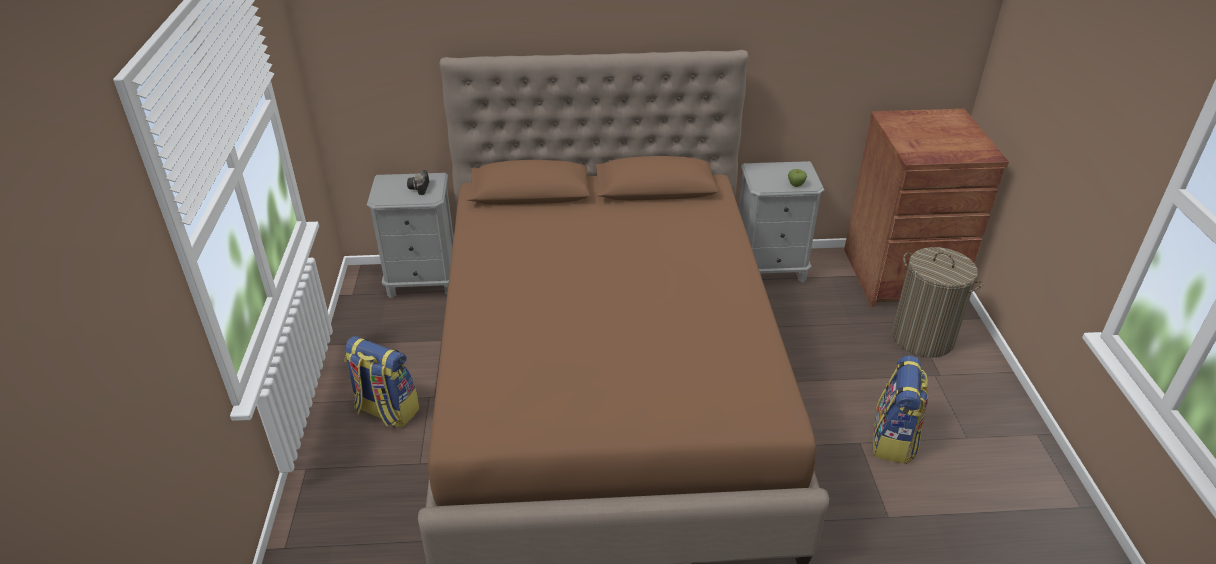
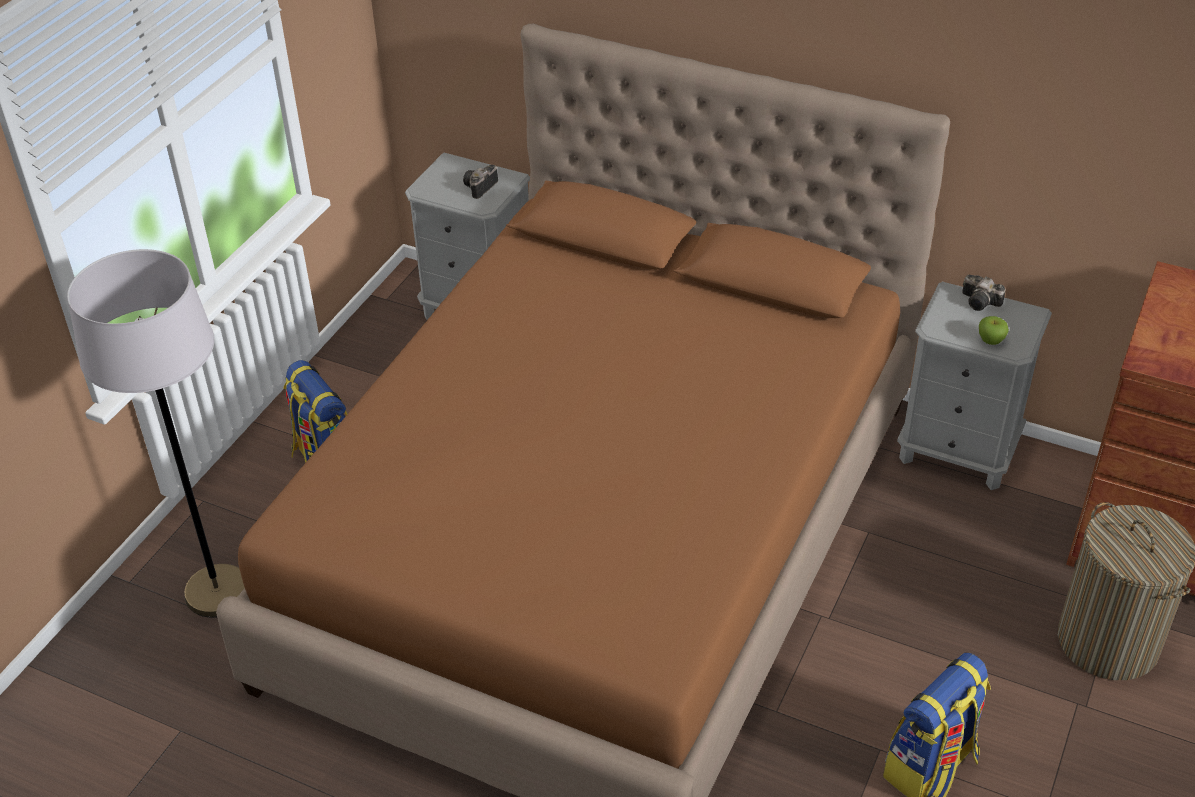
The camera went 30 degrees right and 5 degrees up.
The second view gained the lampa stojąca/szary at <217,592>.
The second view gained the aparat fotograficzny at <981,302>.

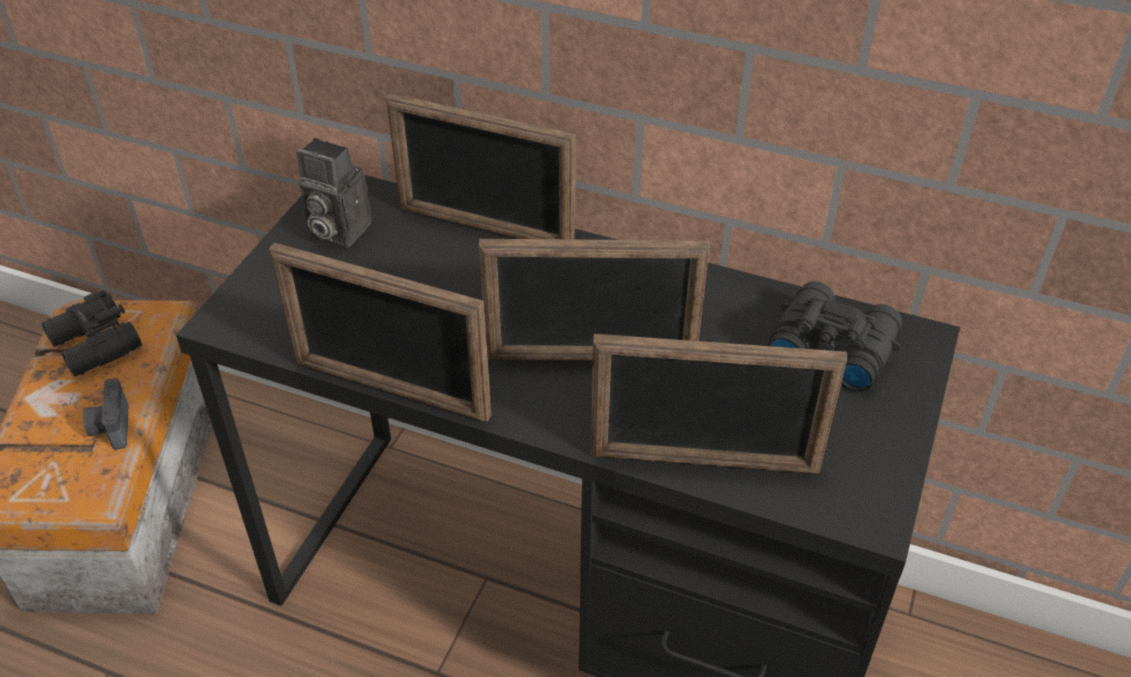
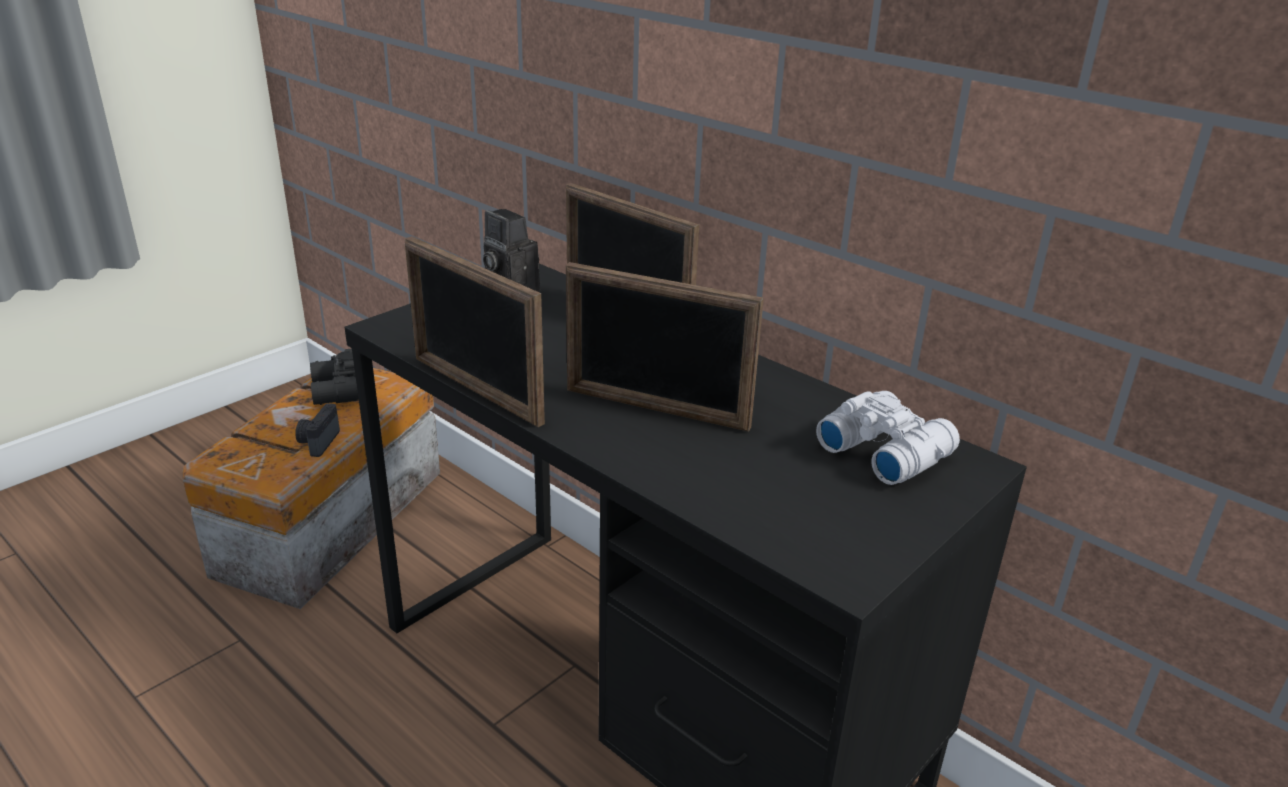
The camera went 20 degrees right and 15 degrees down.
What was the lornetka/czarny at <830,346> turned into the lornetka/biały at <884,450>.
The second view lost the ramka na zdjęcie at <704,462>.

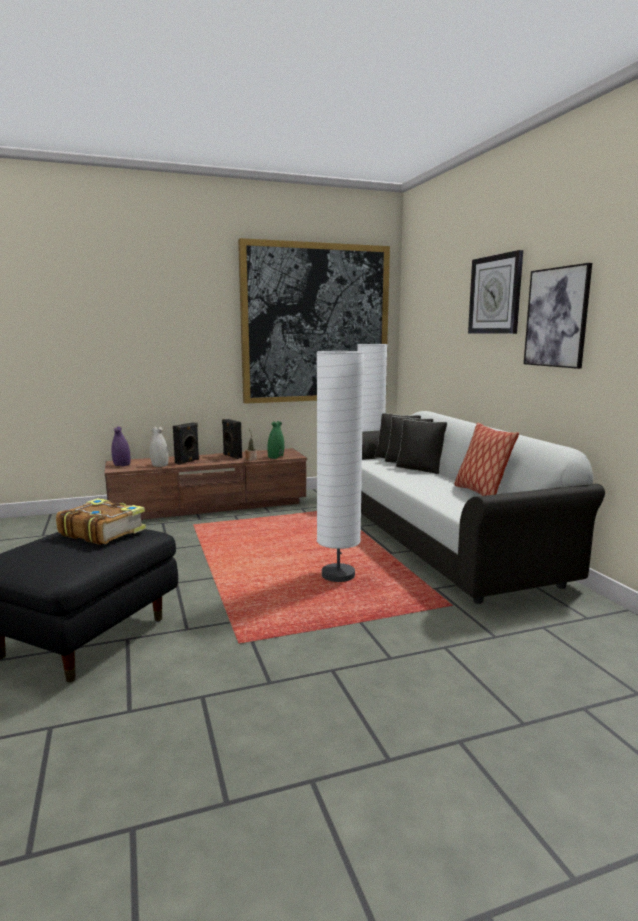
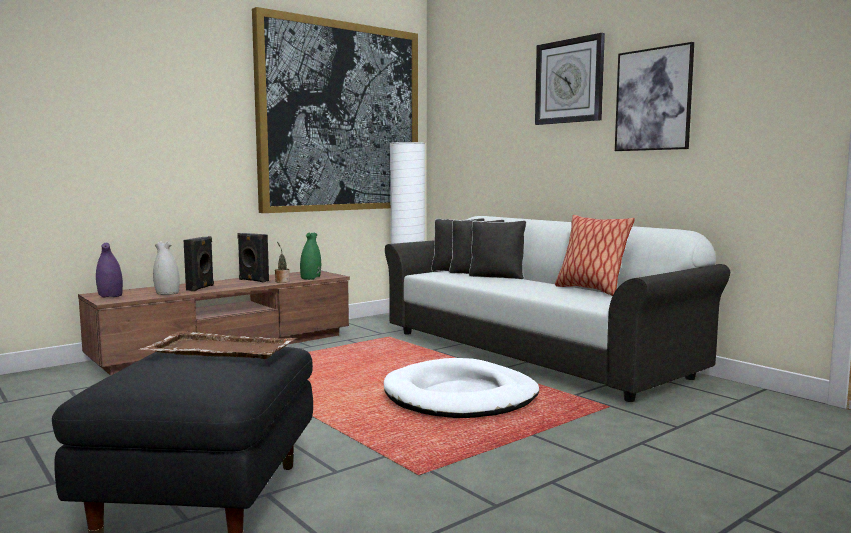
The camera went 20 degrees left and 5 degrees down.
Where the książka stood at <102,532>, the taca/brązowy came to stand at <220,350>.
Where the lampa stojąca/biały stood at <338,575>, the legowisko/biały came to stand at <461,396>.

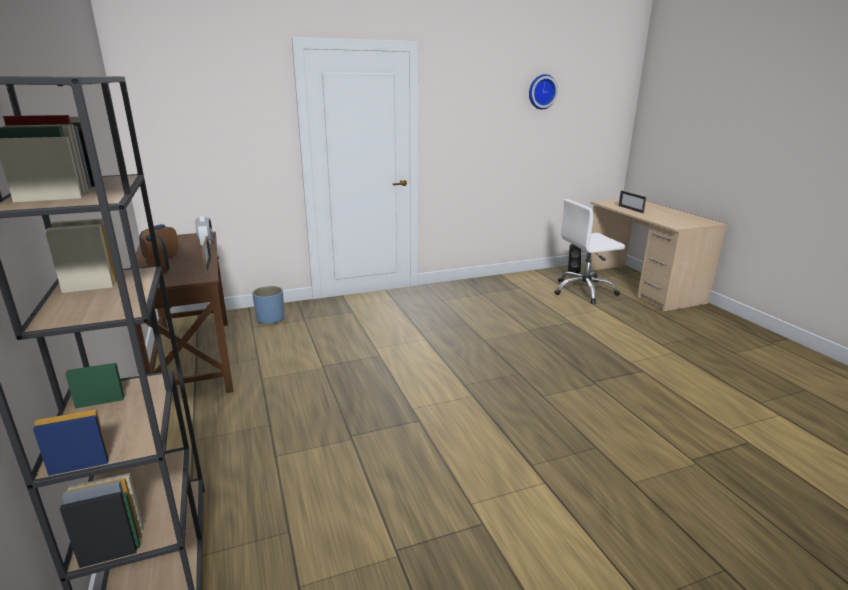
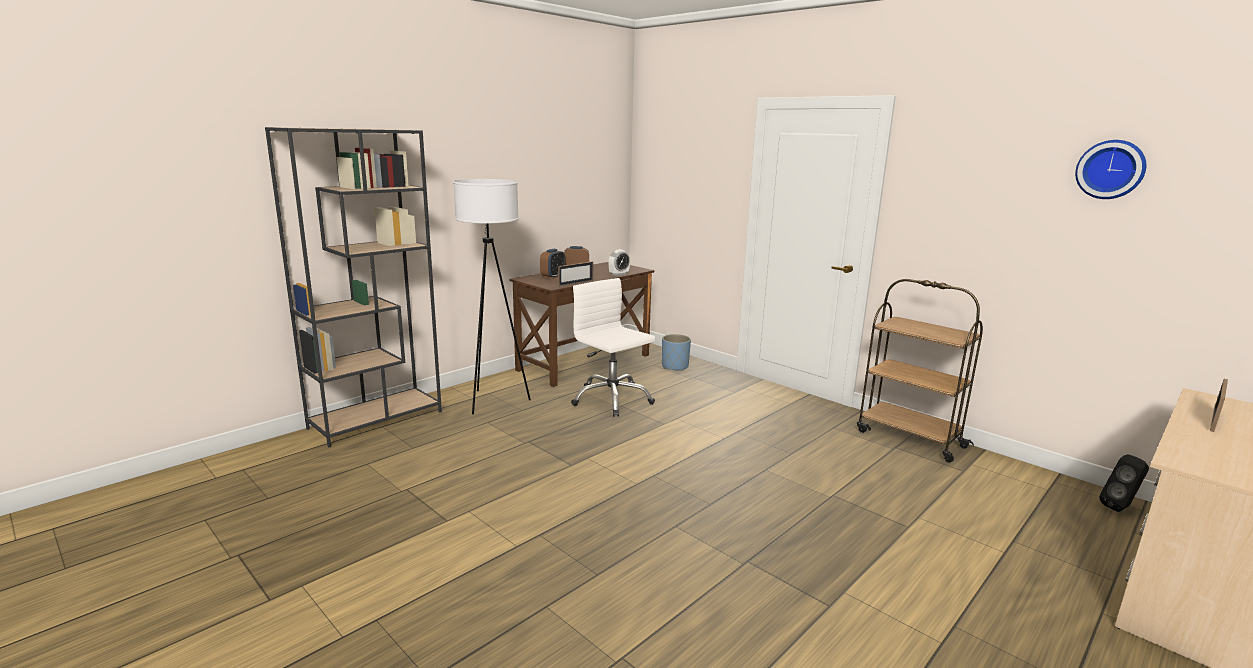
The camera went 65 degrees right and 5 degrees down.
The second view gained the lampa stojąca/biały at <494,401>.
The krzesło biurowe/biały ended up elsewhere, having gone from <584,291> to <611,399>.
The second view gained the wózek/brązowy at <909,438>.

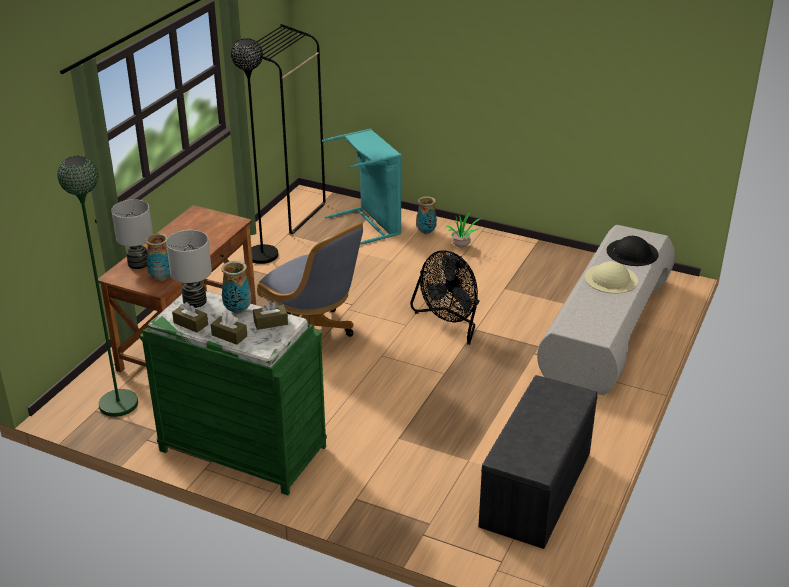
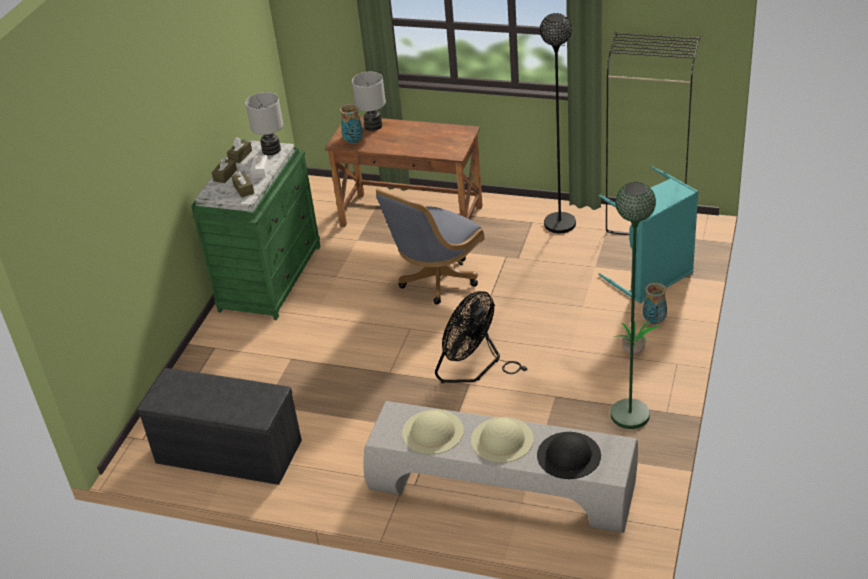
The camera went 85 degrees right and 5 degrees up.
Where the wazon stood at <237,310>, the pudełko chusteczek/biały came to stand at <260,171>.
The second view gained the kapelusz/beżowy at <432,431>.
The lampa stojąca/zielony ended up elsewhere, having gone from <118,404> to <630,415>.

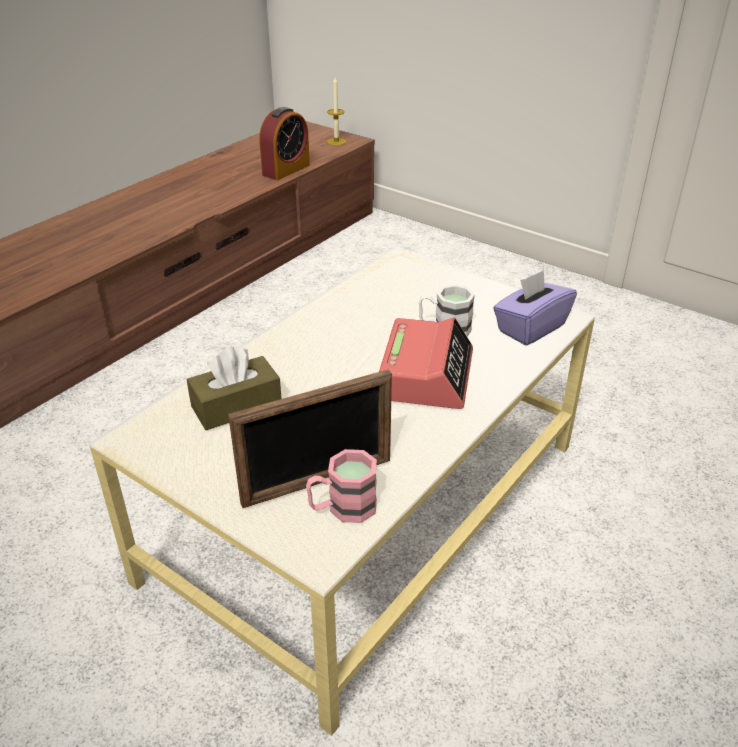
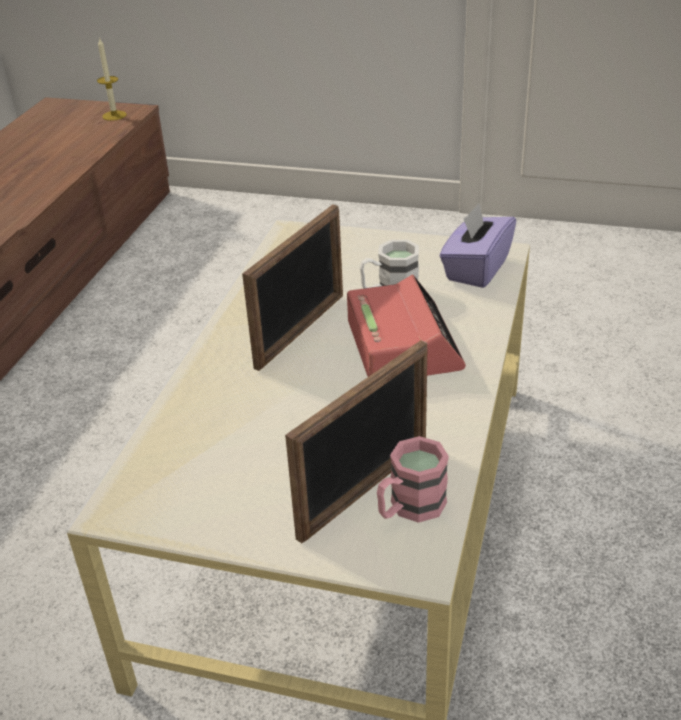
The camera went 20 degrees left and 0 degrees up.
The second view gained the ramka na zdjęcie at <301,331>.
The second view lost the pudełko chusteczek/brązowy at <236,406>.
The second view lost the budzik at <286,170>.

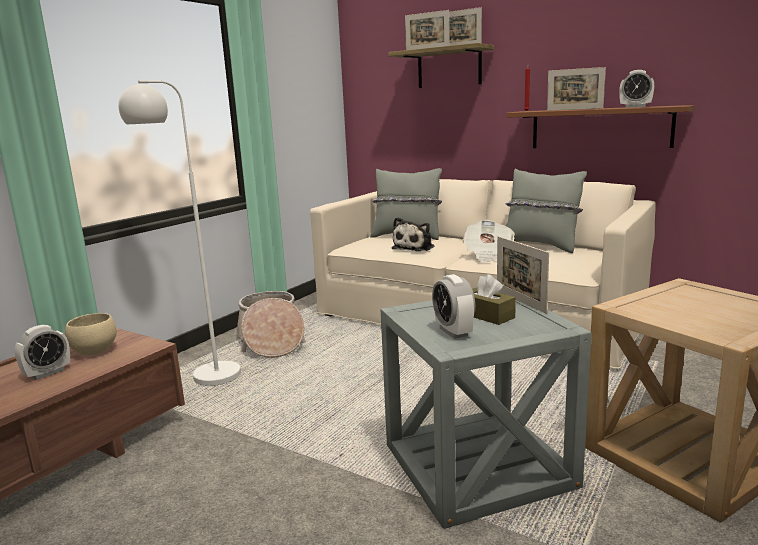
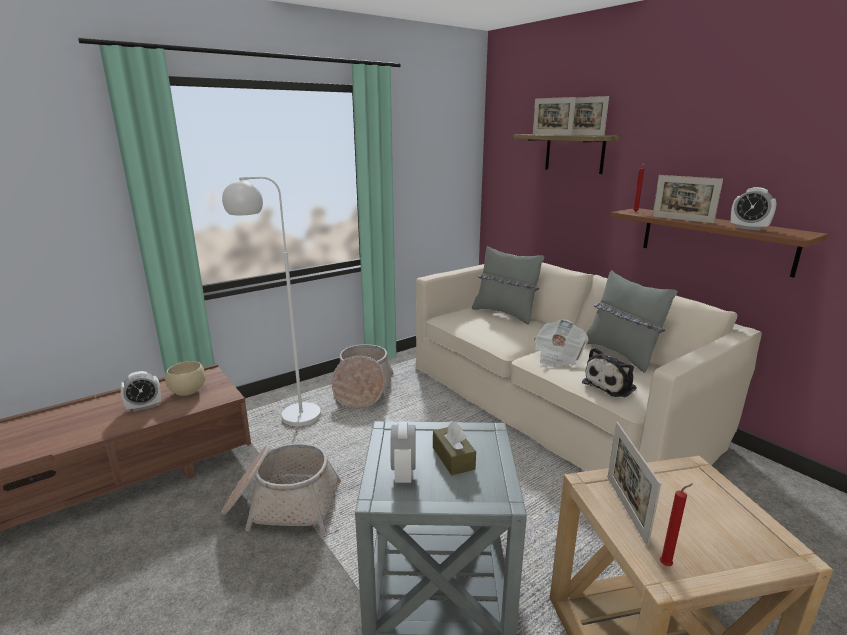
The camera went 20 degrees right and 5 degrees up.
The second view gained the koszyk at <282,504>.
The pluszak ended up elsewhere, having gone from <415,247> to <611,385>.
The ramka na zdjęcie ended up elsewhere, having gone from <520,301> to <626,508>.
The second view gained the świeca/czerwony at <667,565>.

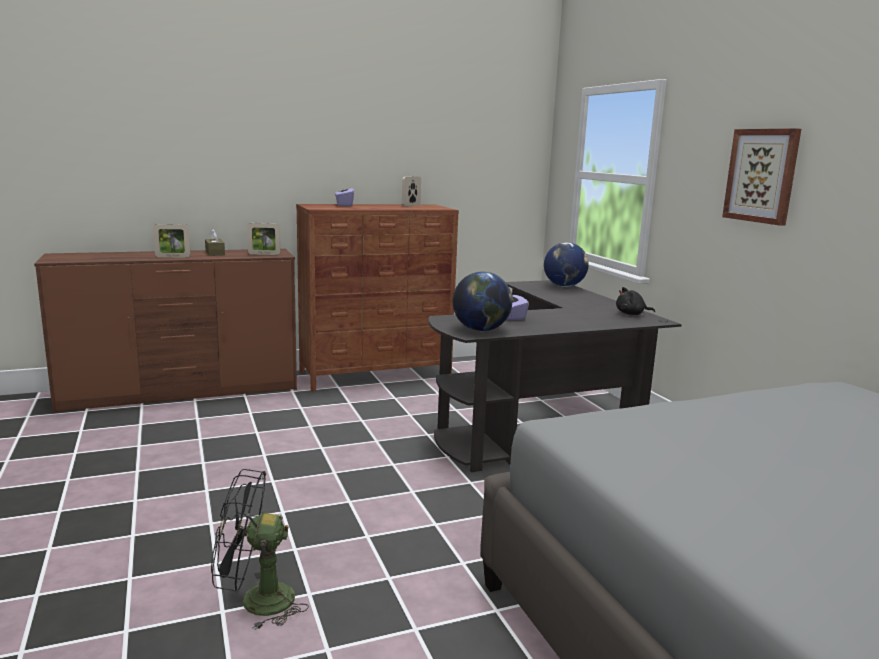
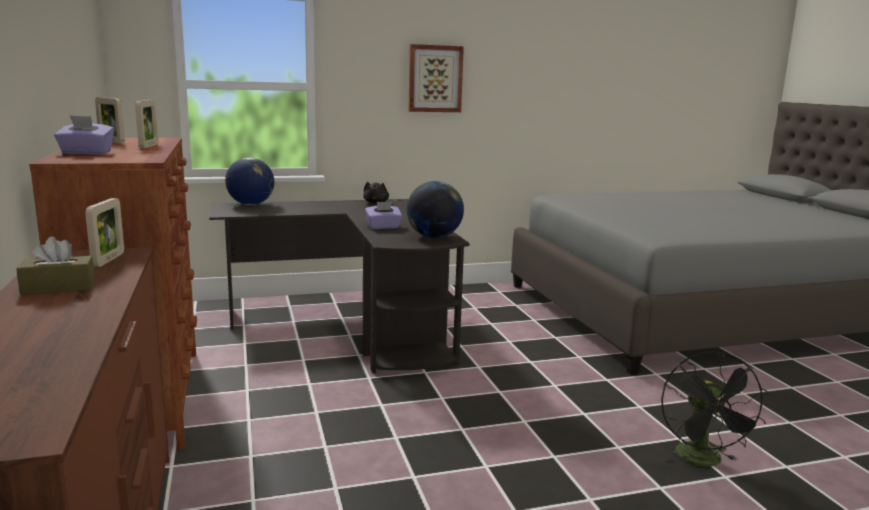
The camera went 85 degrees left and 0 degrees up.
The ramka na zdjęcie ended up elsewhere, having gone from <172,257> to <148,146>.

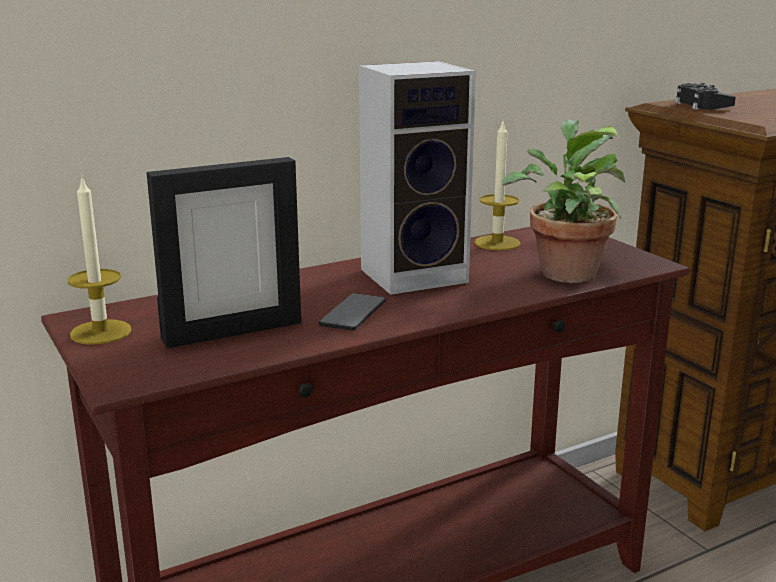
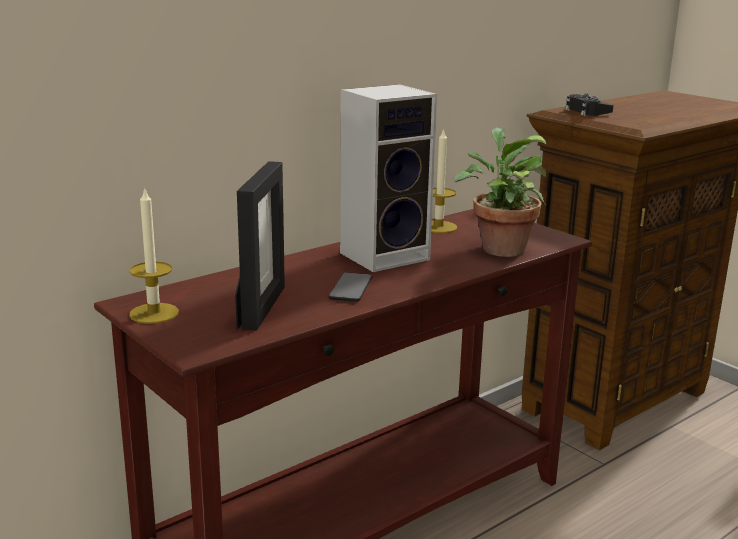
The camera went 10 degrees left and 0 degrees up.
The ramka na zdjęcie at <232,331> ended up facing another way, 45 degrees counterclockwise from before.

